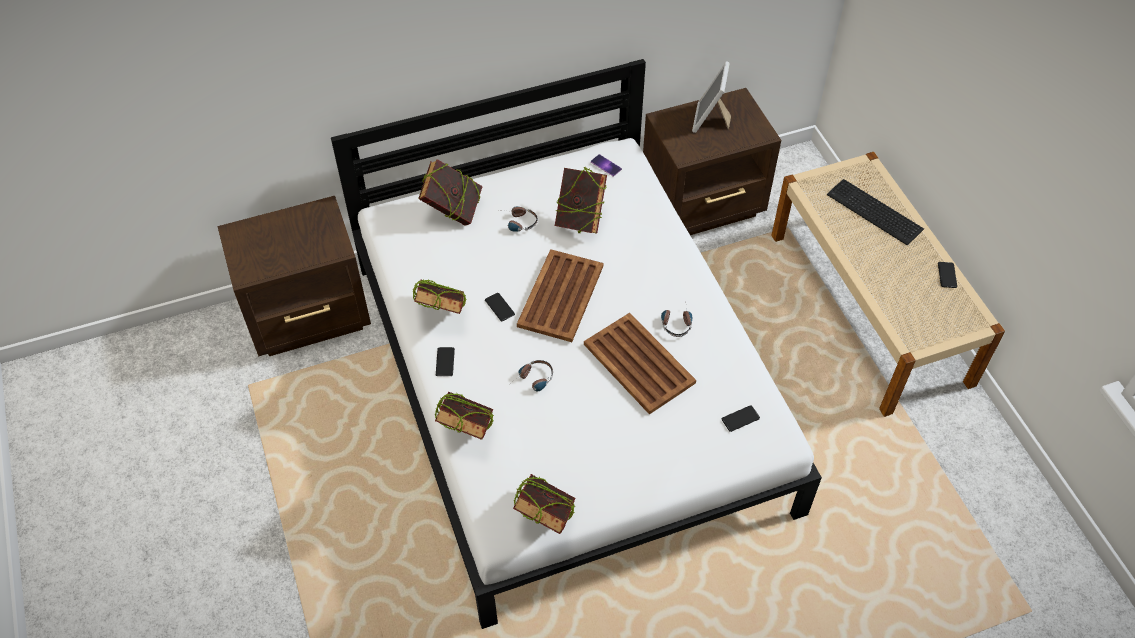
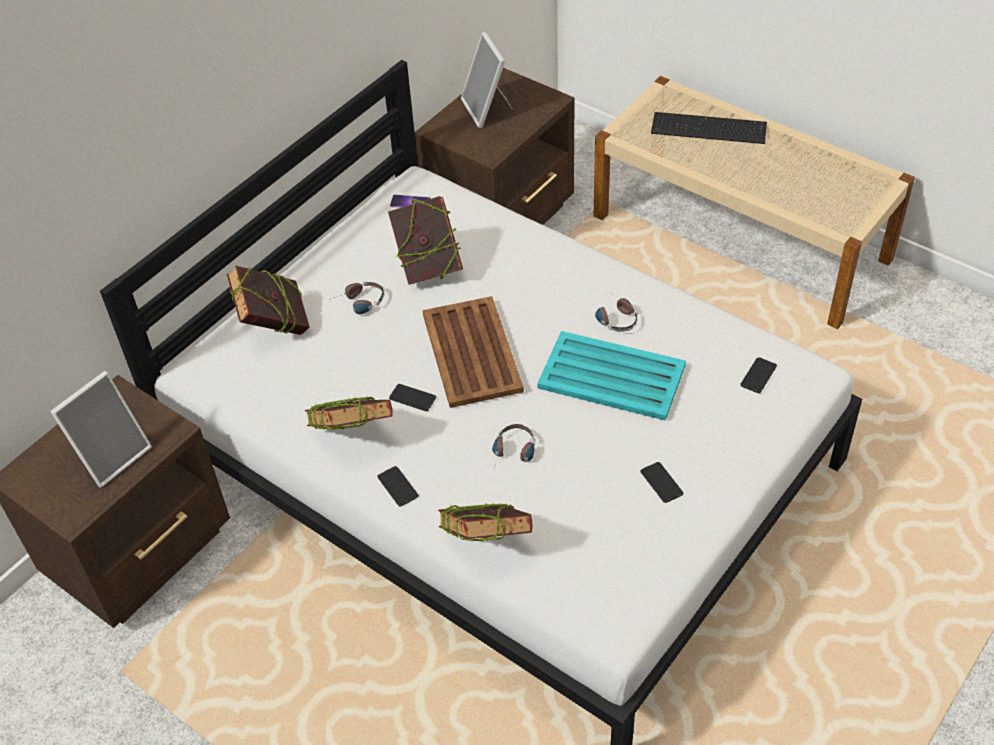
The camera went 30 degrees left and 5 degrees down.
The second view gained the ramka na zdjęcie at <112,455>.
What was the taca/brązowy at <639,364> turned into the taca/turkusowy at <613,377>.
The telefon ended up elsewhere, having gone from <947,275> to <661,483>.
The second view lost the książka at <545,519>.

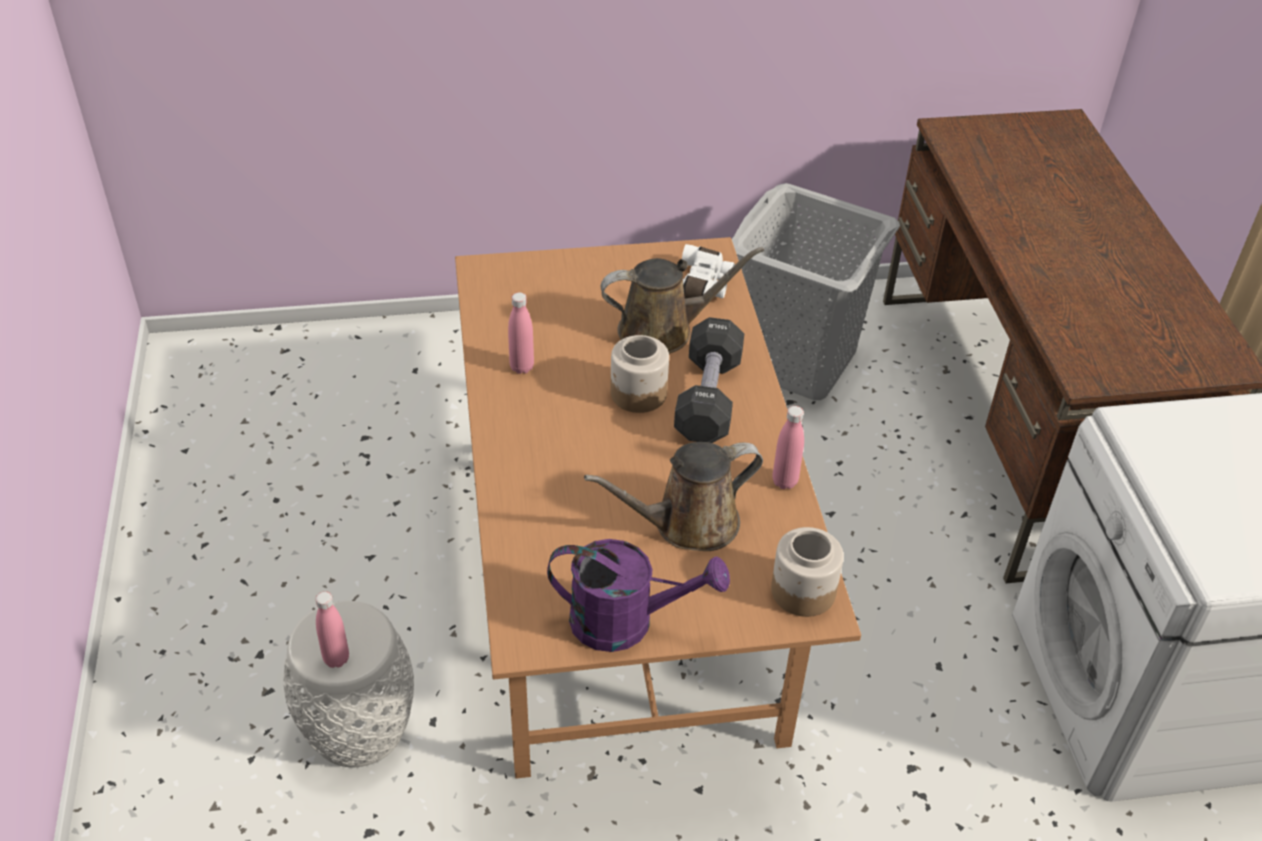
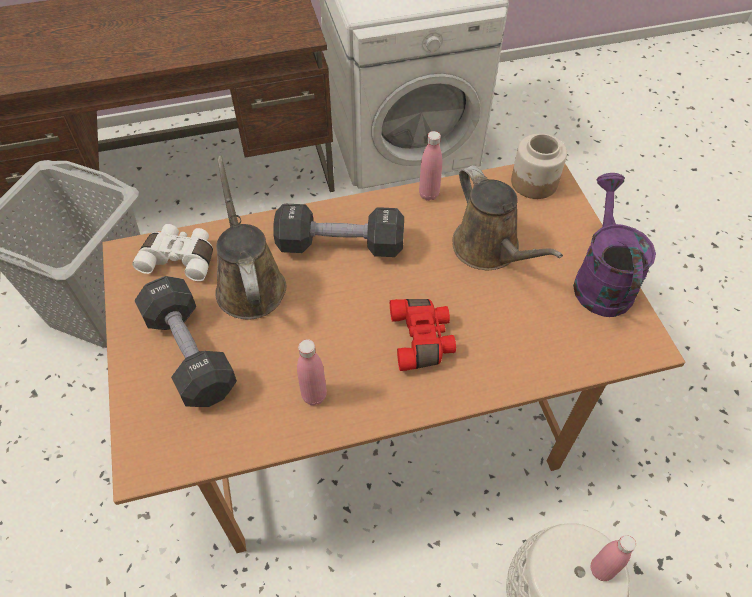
The camera went 95 degrees left and 10 degrees up.
The second view gained the hantel/czarny at <190,353>.
The second view gained the lornetka/czerwony at <422,339>.
The second view lost the słoik at <638,394>.

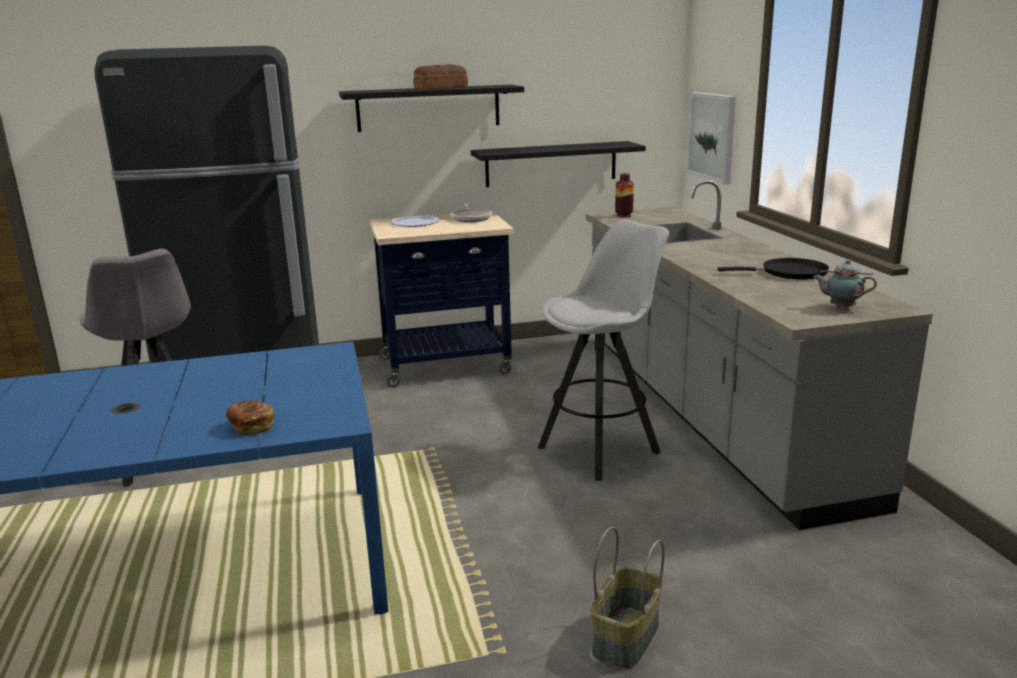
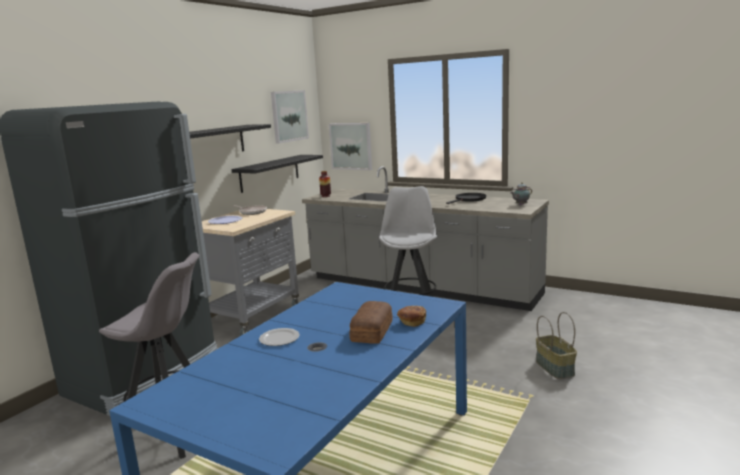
The camera went 45 degrees left and 5 degrees down.
What was the wózek/niebieski at <446,365> turned into the wózek/szary at <252,315>.
The second view gained the talerz at <280,339>.
The second view gained the obraz at <289,116>.
The chleb ended up elsewhere, having gone from <439,88> to <370,331>.

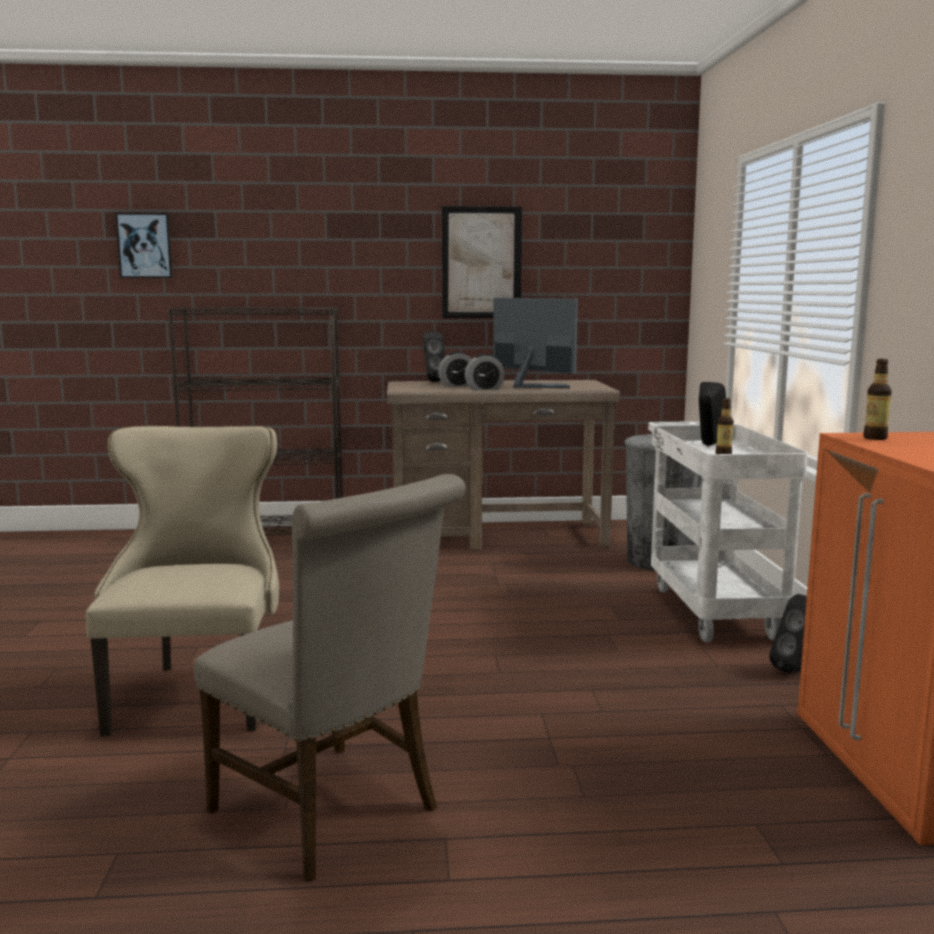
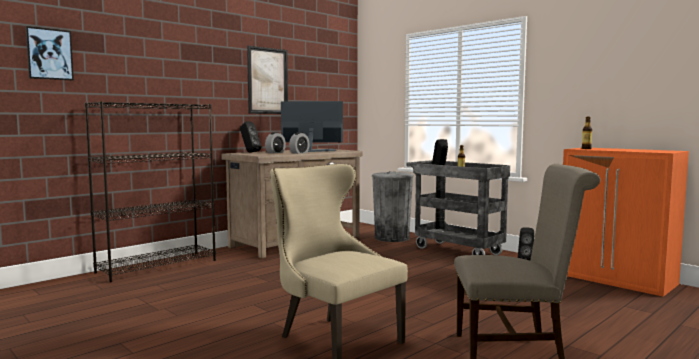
The camera went 40 degrees left and 5 degrees down.
What was the wózek/biały at <710,611> turned into the wózek/czarny at <454,251>.

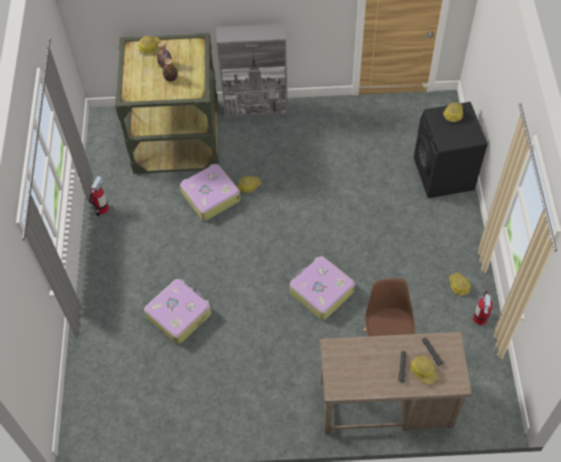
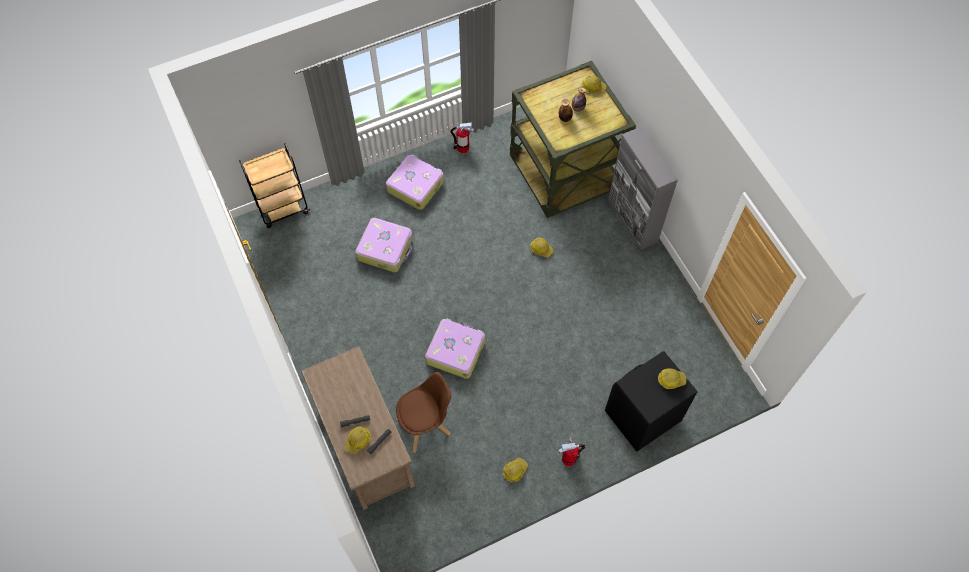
The camera went 65 degrees right and 5 degrees up.
The second view gained the wózek/brązowy at <284,211>.
The walizka ended up elsewhere, having gone from <210,196> to <415,186>.
The gaśnica ended up elsewhere, having gone from <480,318> to <569,459>.

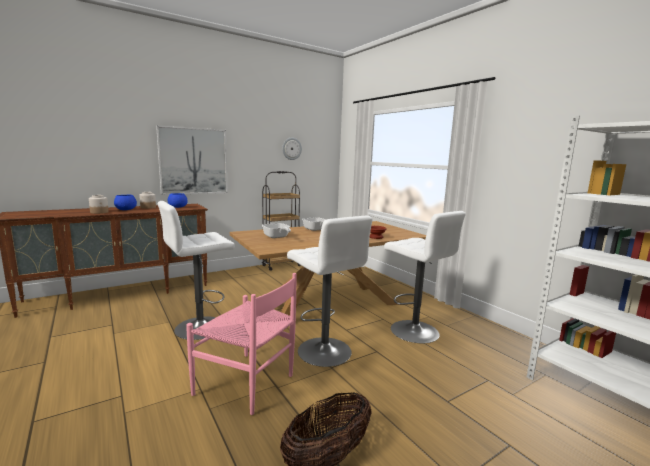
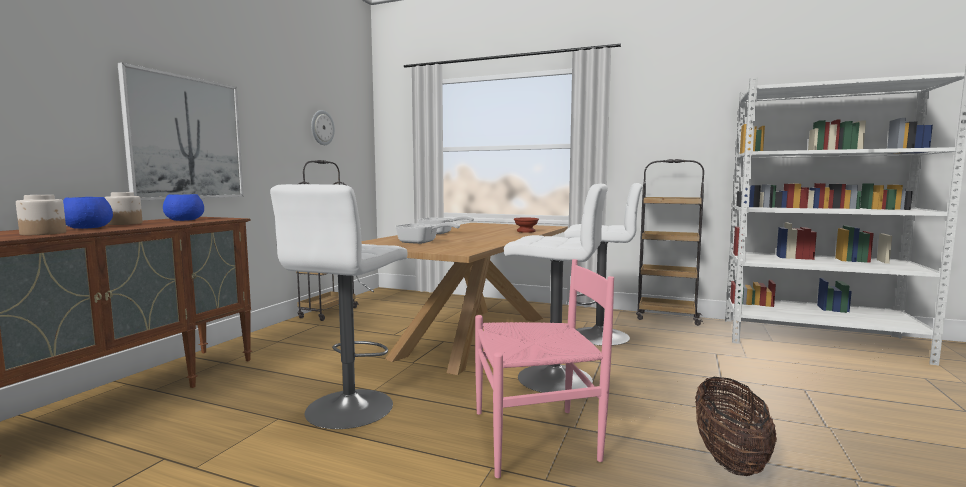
The camera went 35 degrees left and 5 degrees down.
The second view gained the wózek/brązowy at <667,318>.

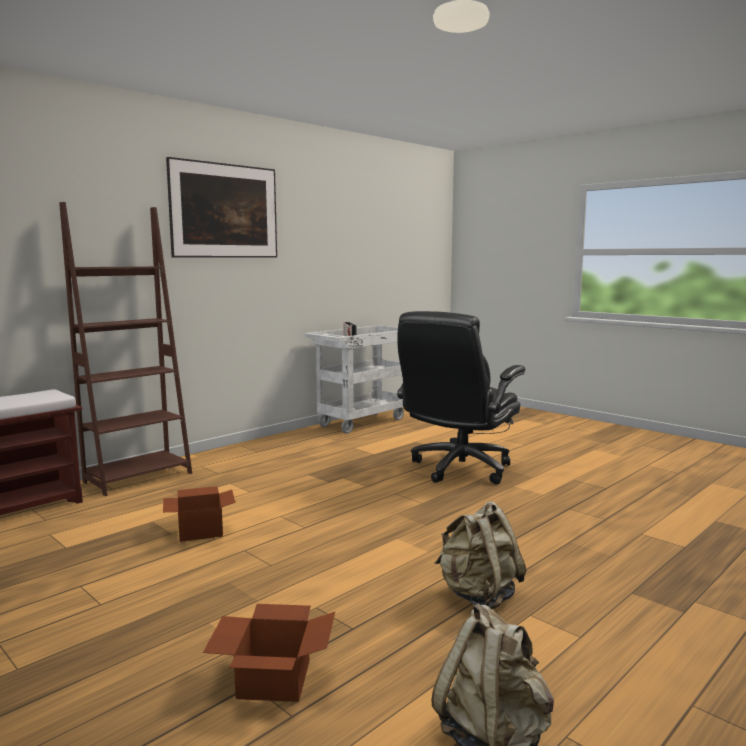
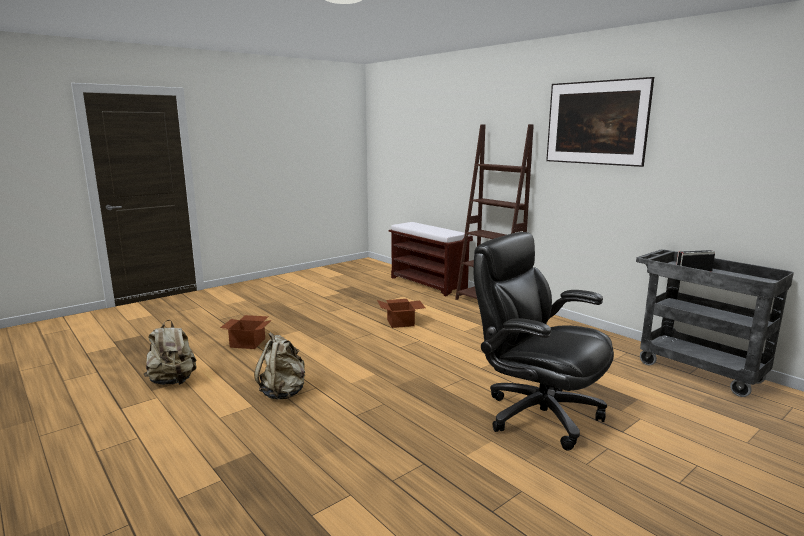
The camera went 95 degrees right and 5 degrees up.
What was the wózek/biały at <359,424> turned into the wózek/czarny at <694,371>.

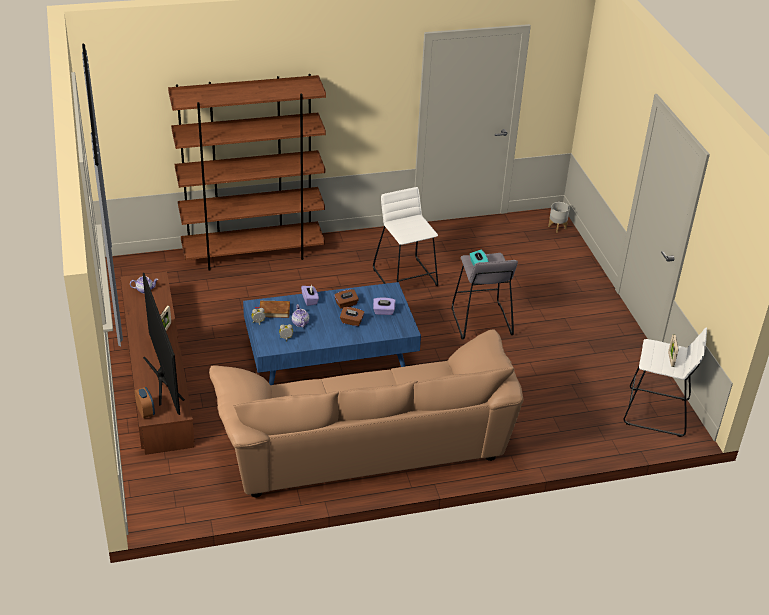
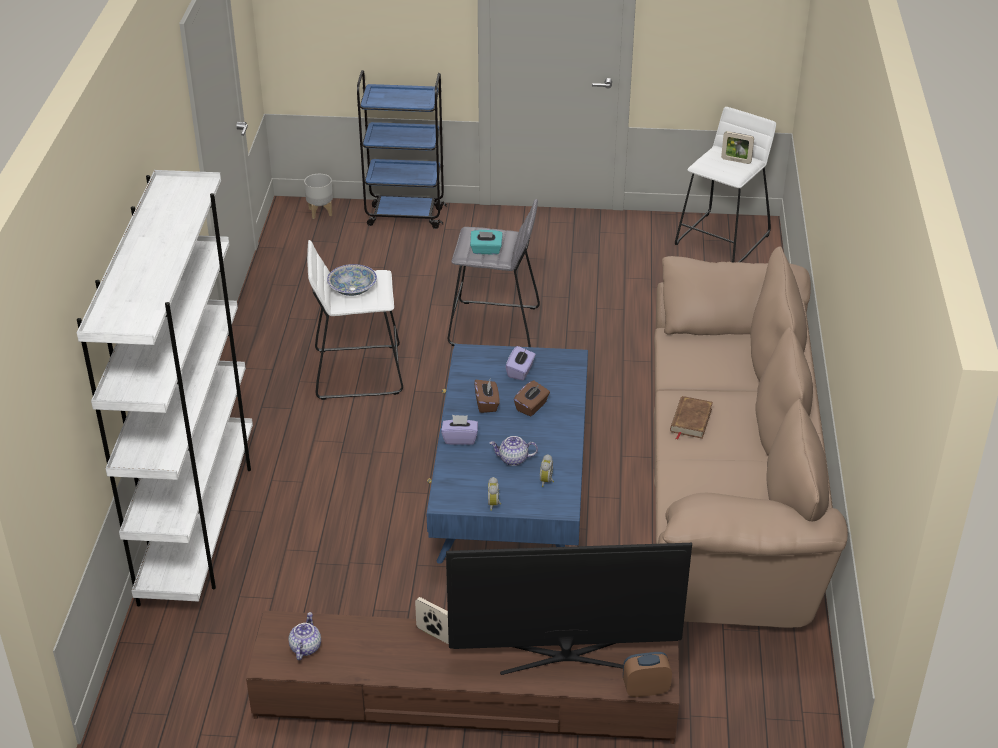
The camera went 70 degrees left and 0 degrees up.
What was the regał/brązowy at <253,253> turned into the regał/biały at <199,524>.
The second view gained the miska at <352,289>.
The second view gained the wózek/niebieski at <406,216>.
The książka/brązowy ended up elsewhere, having gone from <274,311> to <690,420>.

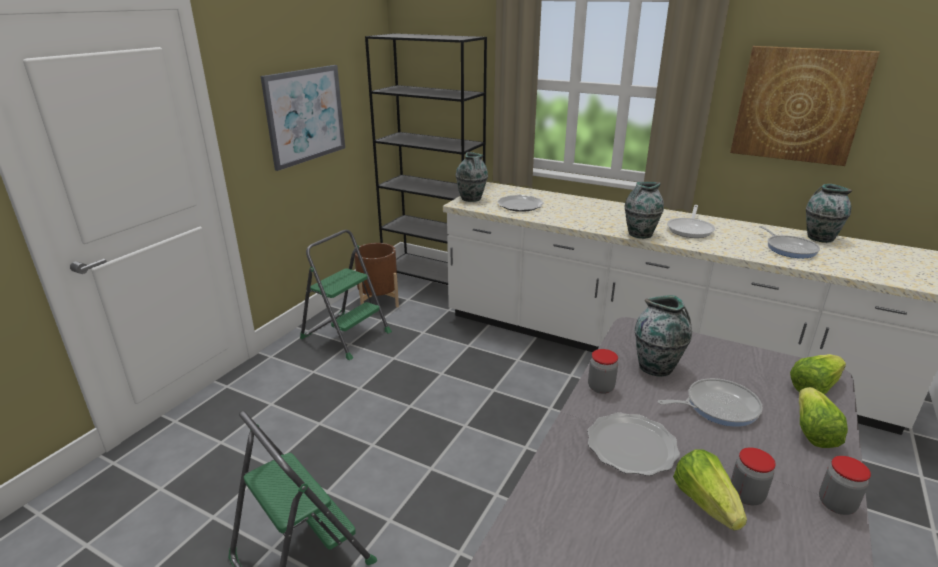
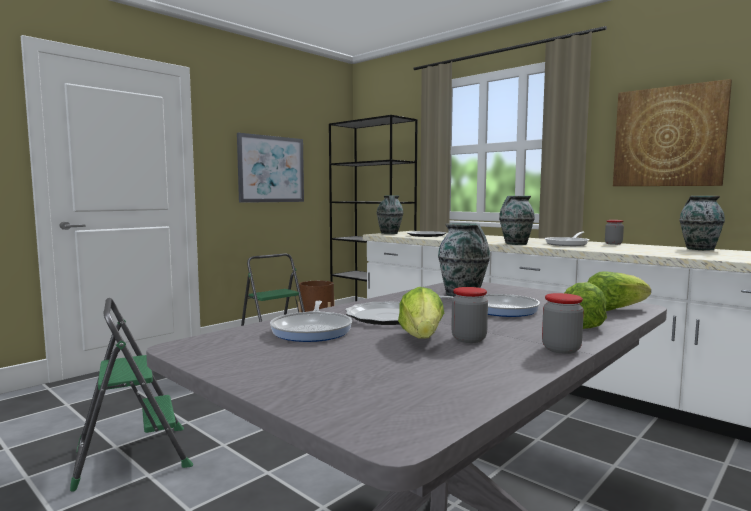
The camera went 15 degrees right and 20 degrees down.
The patelnia ended up elsewhere, having gone from <789,248> to <313,330>.
The słoik ended up elsewhere, having gone from <600,387> to <613,244>.

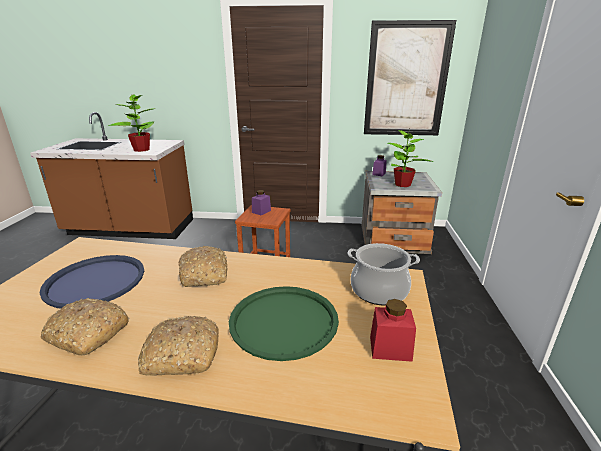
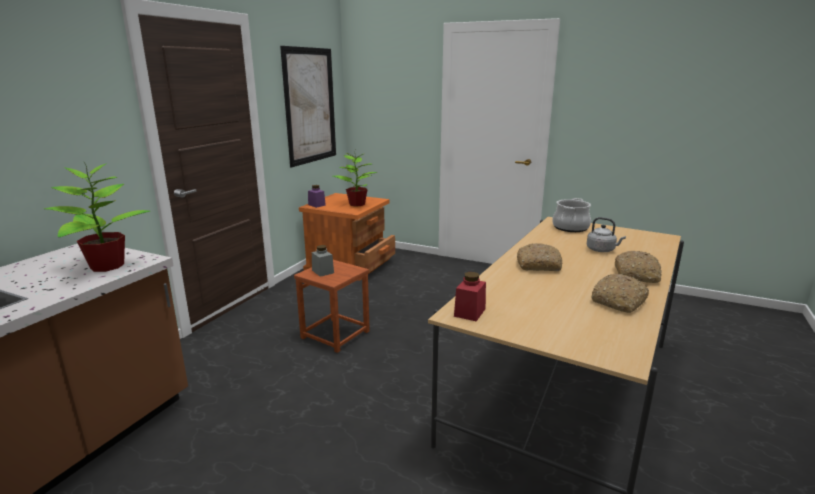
The camera went 70 degrees left and 5 degrees down.
What was the szafka nocna/szary at <395,240> turned into the szafka nocna/pomarańczowy at <352,264>.
What was the słoik/fioletowy at <261,211> turned into the słoik/szary at <323,271>.
The słoik/czerwony ended up elsewhere, having gone from <390,348> to <469,312>.
Where the taca/zielony stood at <284,321>, the czajnik/szary came to stand at <602,250>.
The second view lost the taca/niebieski at <95,281>.

